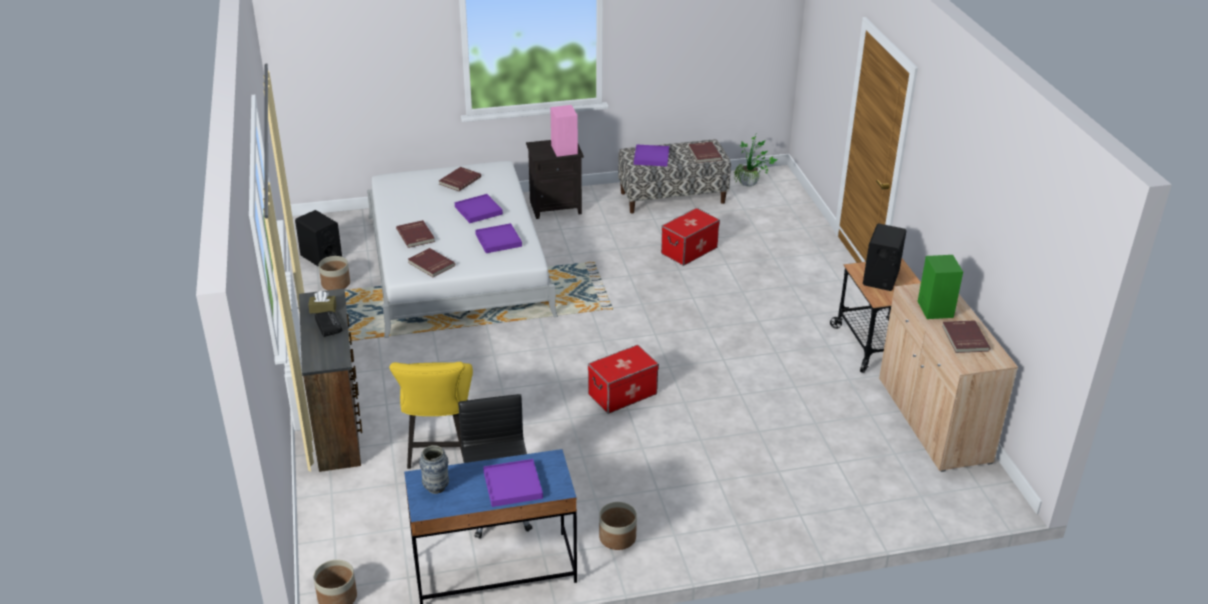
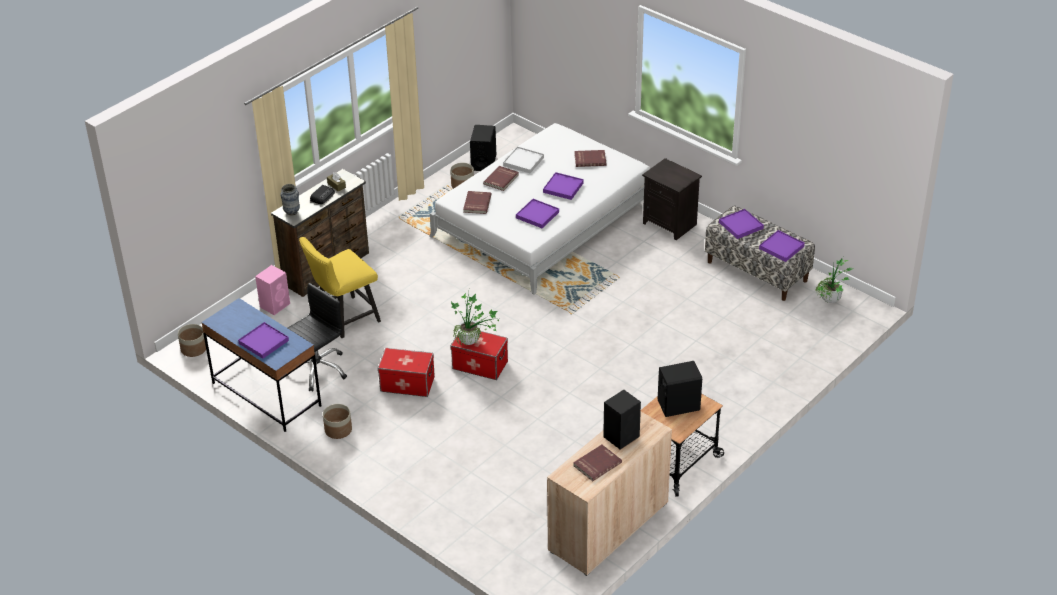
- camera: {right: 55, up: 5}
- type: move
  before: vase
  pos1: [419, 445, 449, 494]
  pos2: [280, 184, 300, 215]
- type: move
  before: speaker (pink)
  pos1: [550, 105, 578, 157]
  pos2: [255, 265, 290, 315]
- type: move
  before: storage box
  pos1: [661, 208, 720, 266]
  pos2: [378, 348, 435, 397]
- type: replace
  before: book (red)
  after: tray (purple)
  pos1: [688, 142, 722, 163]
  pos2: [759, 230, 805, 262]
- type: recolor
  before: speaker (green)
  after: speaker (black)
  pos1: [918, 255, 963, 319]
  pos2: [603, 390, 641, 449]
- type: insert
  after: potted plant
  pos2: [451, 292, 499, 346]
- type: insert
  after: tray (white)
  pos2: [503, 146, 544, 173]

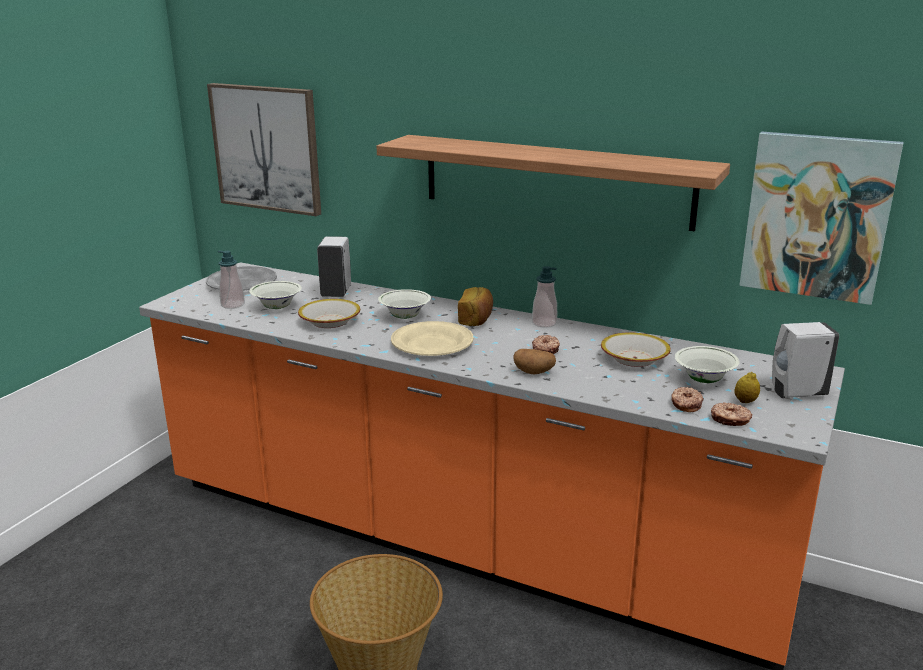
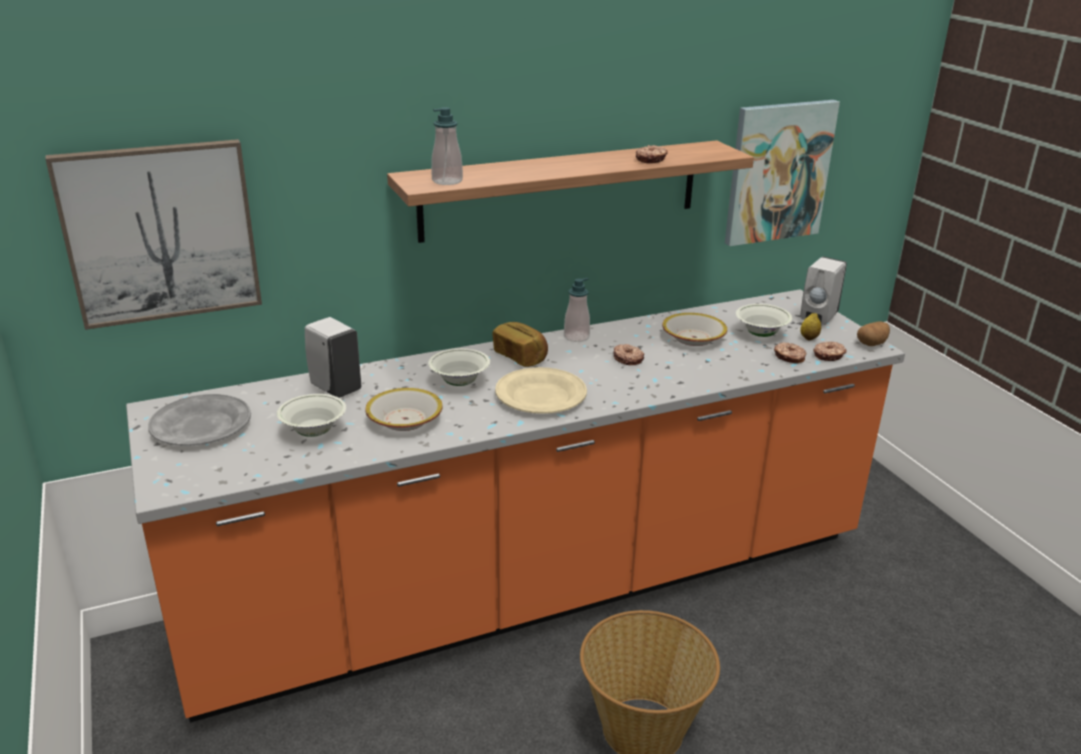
- camera: {right: -50, up: 5}
- type: move
  before: soap dispenser
  pos1: [218, 250, 245, 309]
  pos2: [431, 107, 463, 185]
- type: move
  before: potato
  pos1: [513, 349, 556, 375]
  pos2: [857, 321, 890, 346]
- type: insert
  after: donut
  pos2: [636, 145, 668, 163]

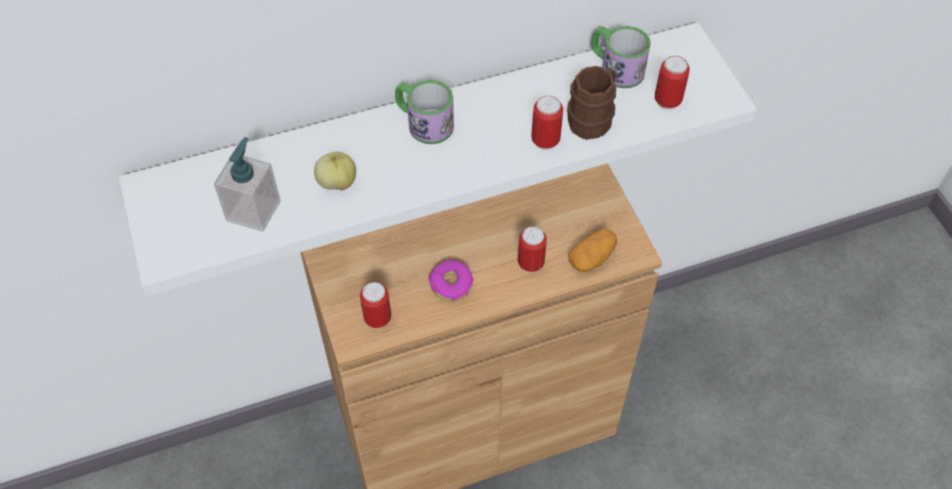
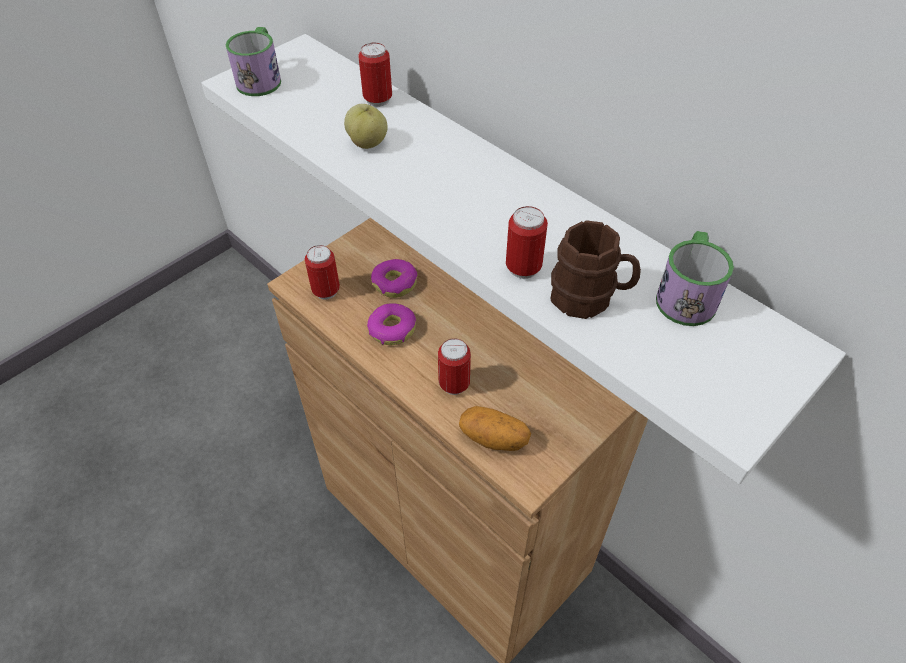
- camera: {right: 65, up: -5}
- type: delete
  before: soap dispenser
  pos1: [214, 137, 281, 232]
- type: move
  before: mug
  pos1: [395, 80, 454, 144]
  pos2: [225, 27, 281, 96]
- type: move
  before: can
  pos1: [655, 56, 690, 110]
  pos2: [358, 43, 392, 107]
- type: insert
  after: donut
  pos2: [371, 259, 417, 298]

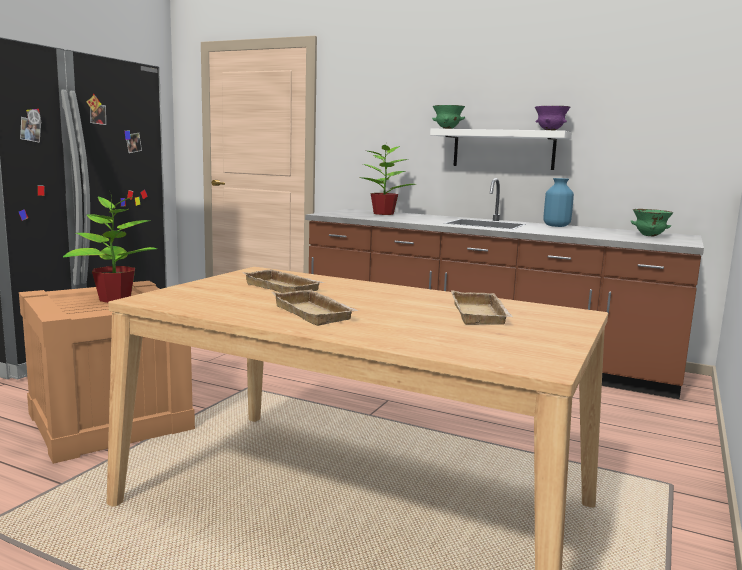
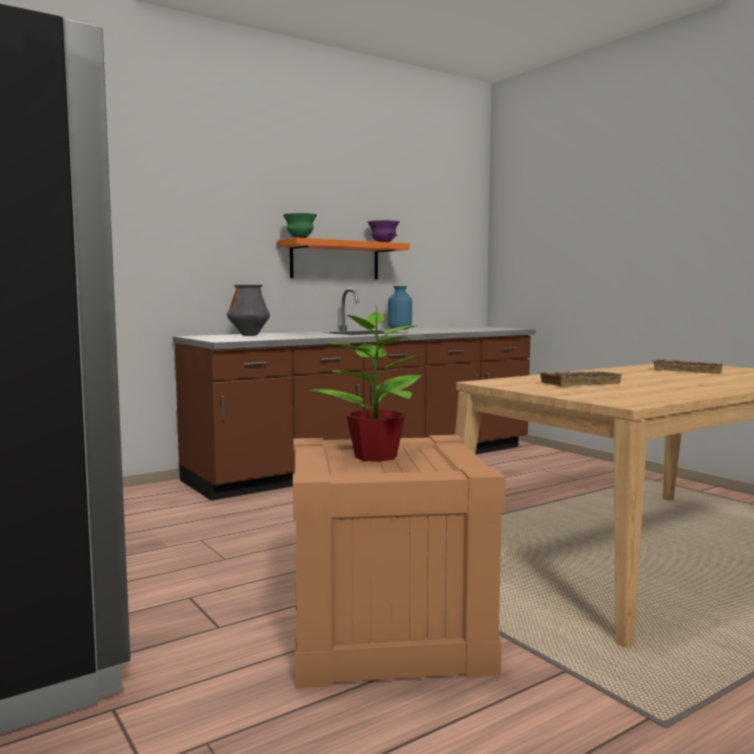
- camera: {right: -60, up: -5}
- type: delete
  before: tray (beige)
  pos1: [271, 290, 359, 326]
- type: replace
  before: potted plant
  after: vase
  pos1: [359, 145, 415, 215]
  pos2: [227, 285, 270, 336]
- type: recolor
  before: shelf (white)
  after: shelf (orange)
  pos1: [430, 129, 572, 170]
  pos2: [277, 238, 410, 280]
- type: delete
  before: bowl (green)
  pos1: [631, 209, 674, 236]

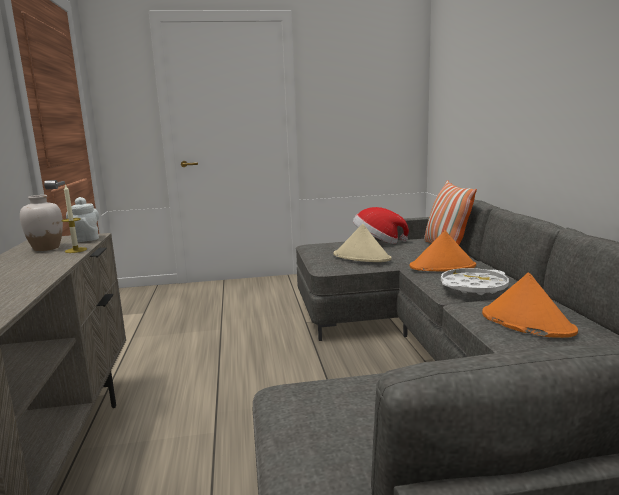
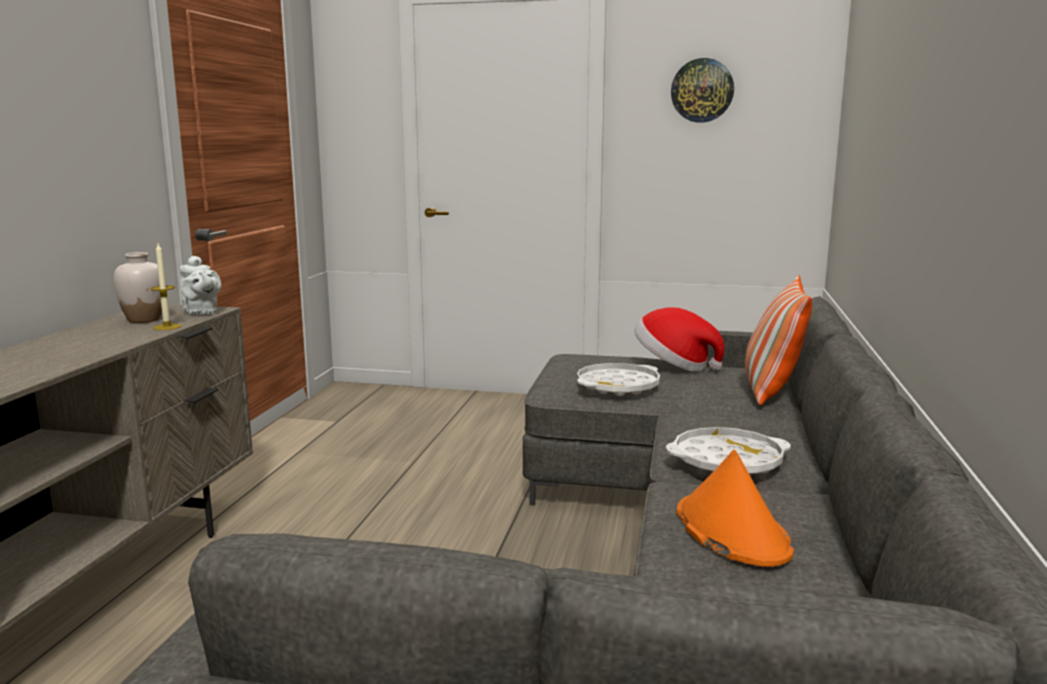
- camera: {right: 20, up: 0}
- type: rotate
  before: teapot (white)
  pos1: [66, 197, 99, 242]
  pos2: [180, 256, 221, 315]
  turn: 150
- type: replace
  before: hat (beige)
  after: tray (white)
  pos1: [333, 224, 391, 262]
  pos2: [577, 363, 660, 396]
- type: delete
  before: hat (orange)
  pos1: [410, 230, 476, 271]
- type: insert
  after: wall clock
  pos2: [671, 58, 734, 123]

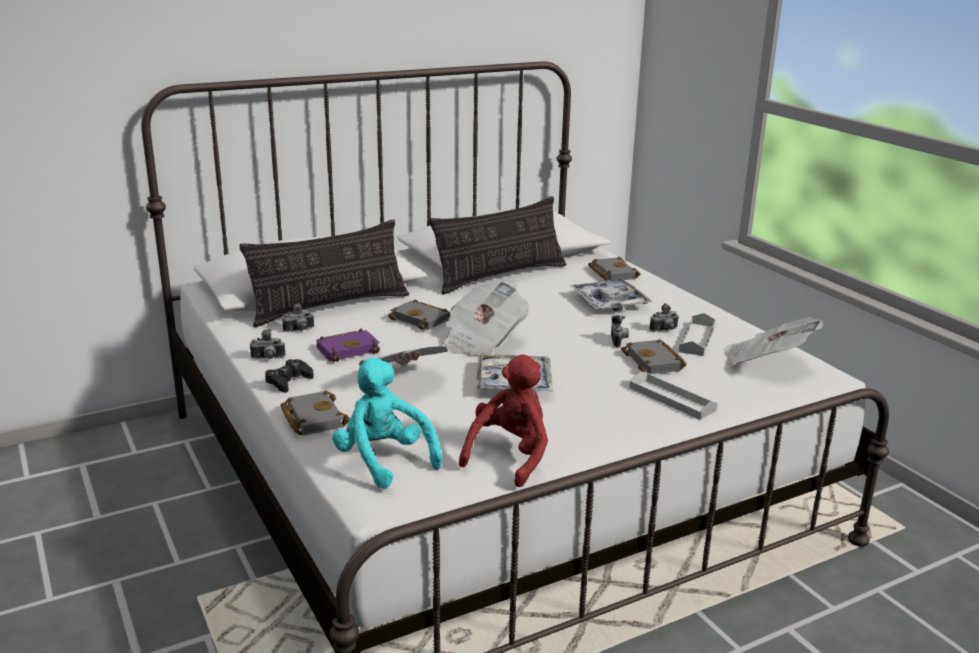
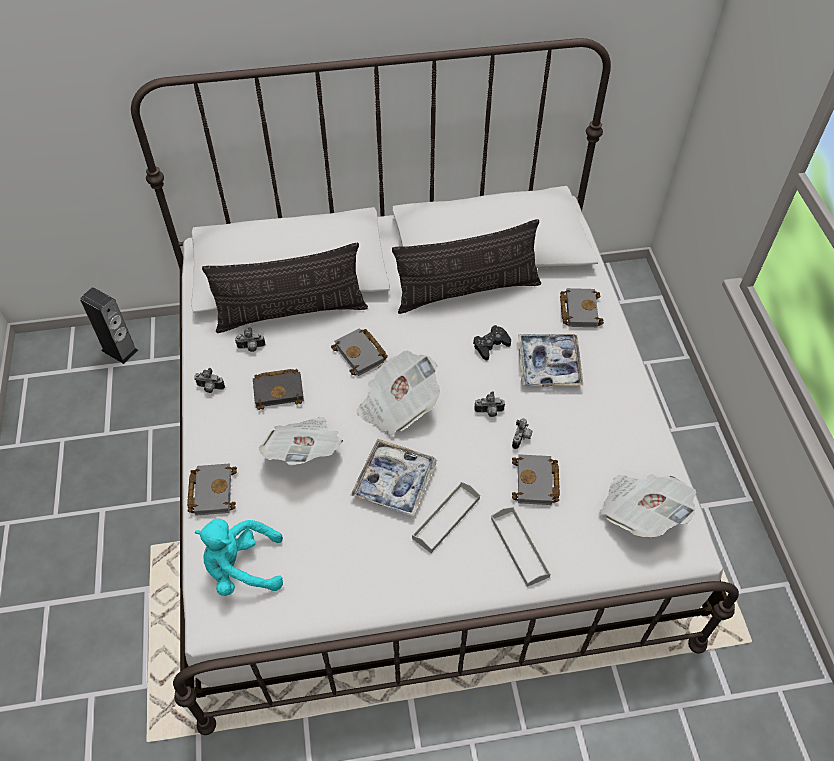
- camera: {right: 20, up: 30}
- type: move
  before: game controller (black)
  pos1: [265, 359, 314, 393]
  pos2: [473, 325, 511, 360]
- type: recolor
  before: book (purple)
  after: book (black)
  pos1: [316, 329, 380, 362]
  pos2: [253, 369, 304, 410]
- type: rotate
  before: plush toy (turquoise)
  pos1: [332, 358, 442, 489]
  pos2: [195, 518, 283, 596]
  turn: -75
- type: delete
  before: plush toy (red)
  pos1: [459, 354, 548, 487]
- type: move
  before: photo camera
  pos1: [649, 303, 679, 332]
  pos2: [474, 391, 505, 417]
- type: move
  before: tray (grey)
  pos1: [679, 313, 715, 356]
  pos2: [412, 482, 480, 553]
- type: insert
  after: speaker
  pos2: [80, 287, 138, 364]

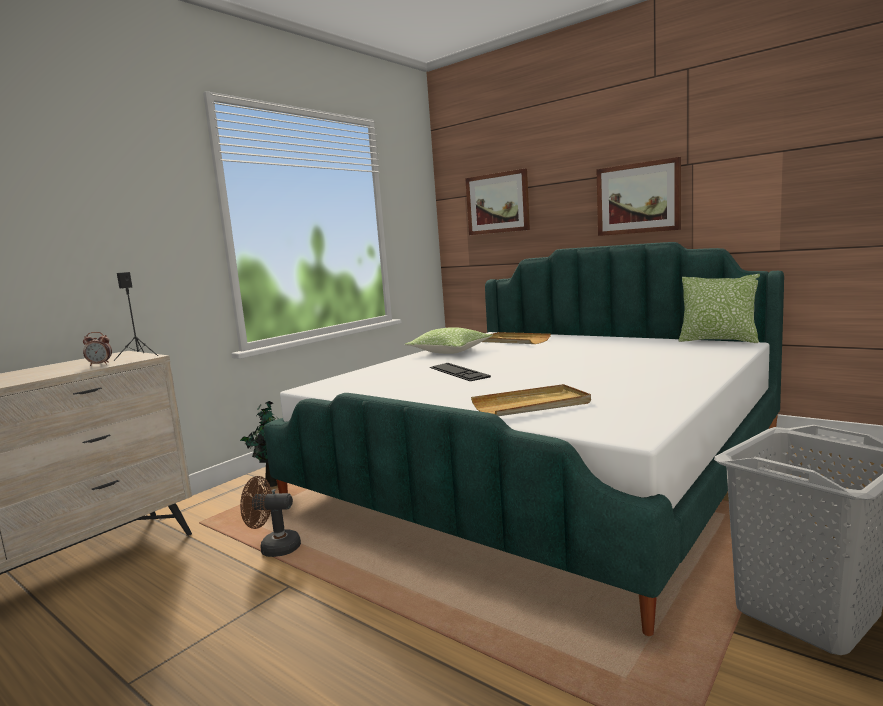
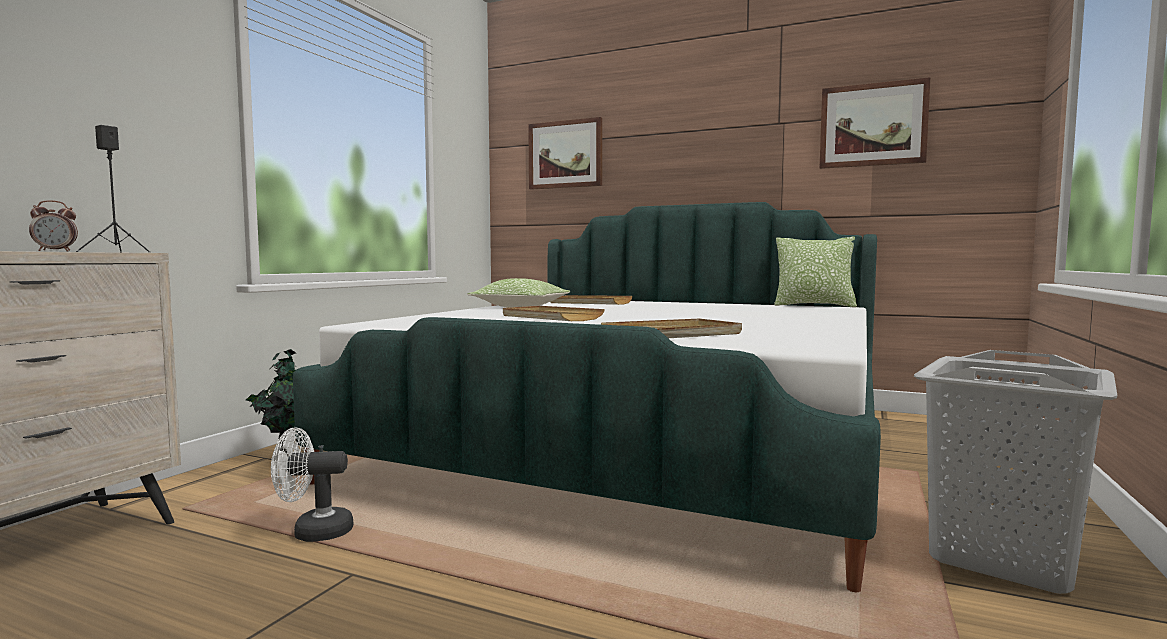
- camera: {right: -15, up: -5}
- type: recolor
  before: fan (brown)
  after: fan (white)
  pos1: [240, 476, 301, 557]
  pos2: [271, 427, 354, 542]
- type: replace
  before: keyboard
  after: tray (beige)
  pos1: [430, 363, 491, 381]
  pos2: [503, 306, 605, 321]
- type: move
  before: picture
  pos1: [596, 157, 681, 236]
  pos2: [820, 77, 931, 169]

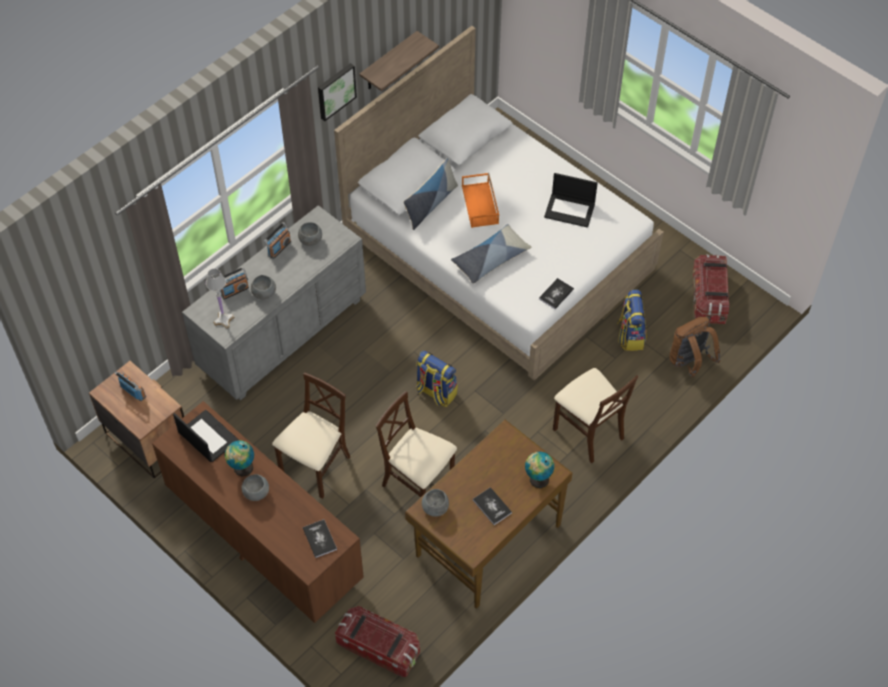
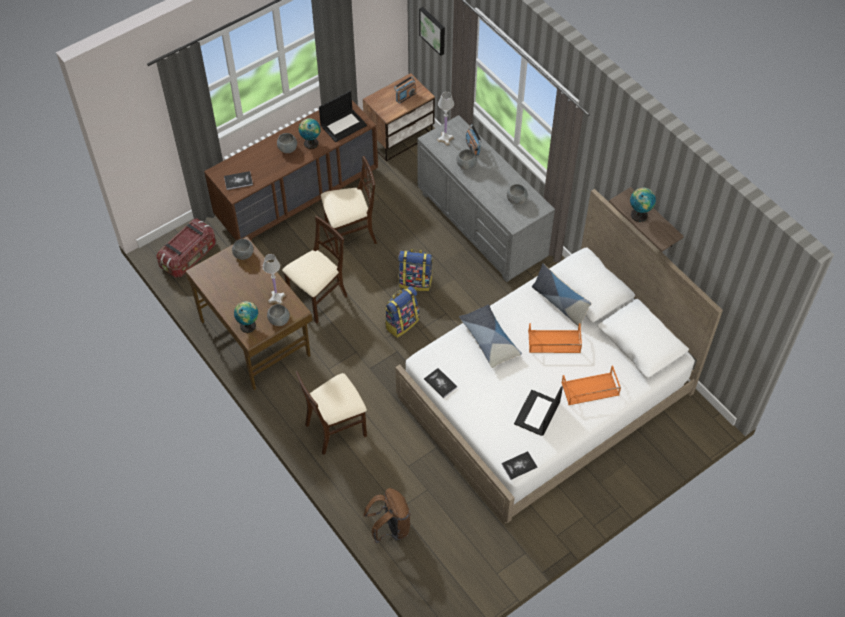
- camera: {right: 100, up: 0}
- type: delete
  before: radio
  pos1: [264, 222, 291, 259]
- type: rotate
  before: chair (beige)
  pos1: [272, 373, 350, 499]
  pos2: [321, 156, 377, 256]
  turn: -60
- type: move
  before: picture
  pos1: [318, 63, 357, 121]
  pos2: [419, 7, 445, 56]
- type: move
  before: book
  pos1: [473, 487, 512, 525]
  pos2: [501, 451, 537, 480]
- type: move
  before: backpack
  pos1: [617, 289, 647, 351]
  pos2: [398, 249, 433, 291]
- type: delete
  before: storage box
  pos1: [693, 254, 729, 324]
- type: insert
  after: table lamp (white)
  pos2: [263, 254, 286, 305]
- type: insert
  after: bowl (grey)
  pos2: [267, 304, 290, 326]
- type: insert
  after: tray (orange)
  pos2: [561, 366, 621, 405]
- type: insert
  after: globe
  pos2: [630, 187, 656, 222]

